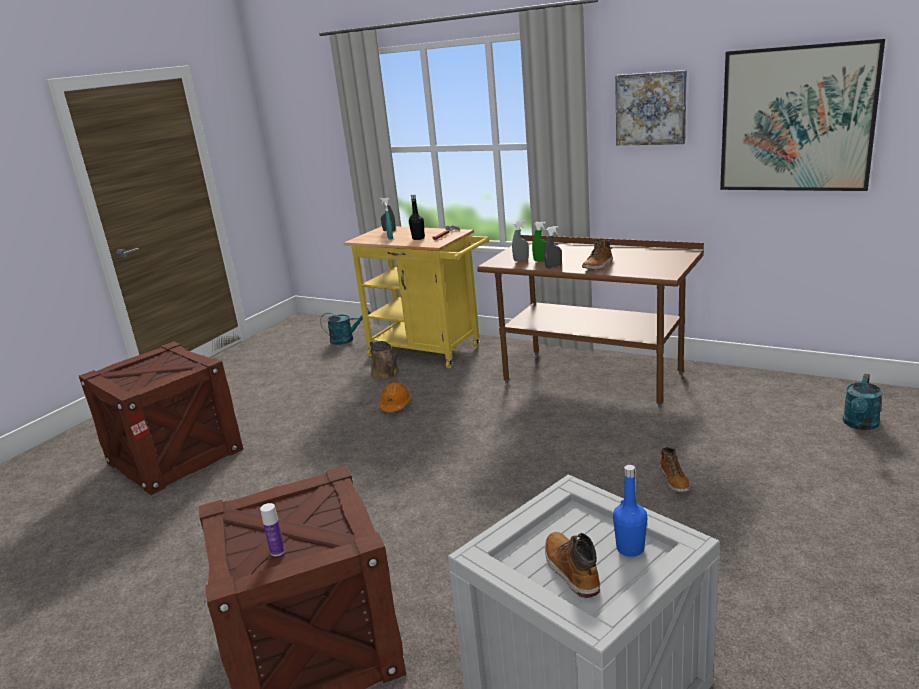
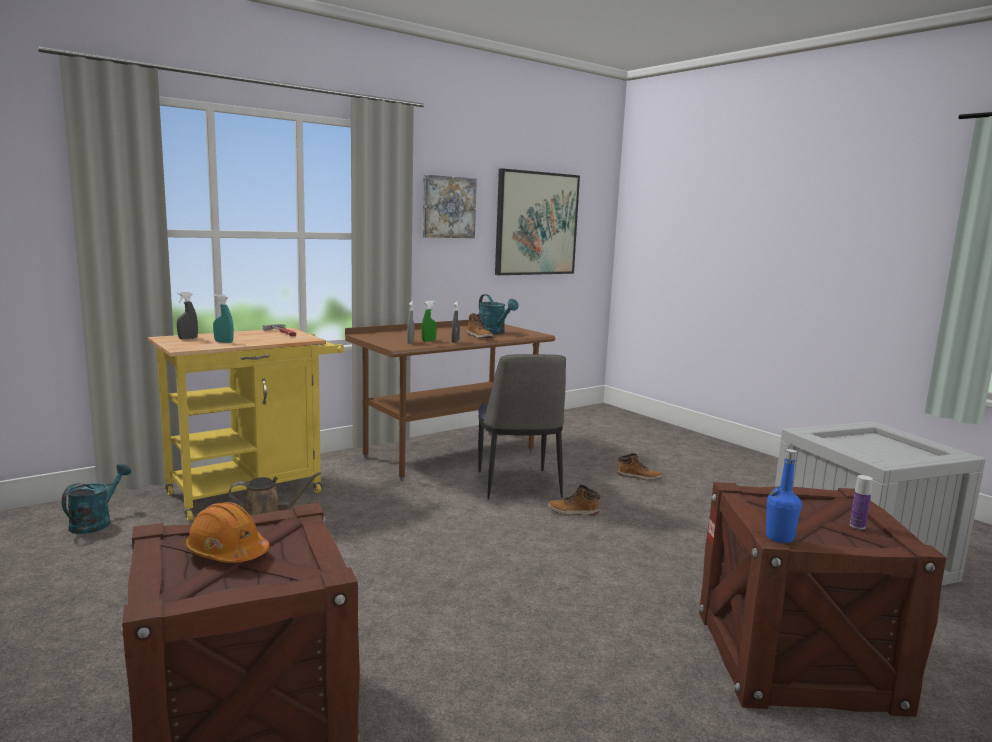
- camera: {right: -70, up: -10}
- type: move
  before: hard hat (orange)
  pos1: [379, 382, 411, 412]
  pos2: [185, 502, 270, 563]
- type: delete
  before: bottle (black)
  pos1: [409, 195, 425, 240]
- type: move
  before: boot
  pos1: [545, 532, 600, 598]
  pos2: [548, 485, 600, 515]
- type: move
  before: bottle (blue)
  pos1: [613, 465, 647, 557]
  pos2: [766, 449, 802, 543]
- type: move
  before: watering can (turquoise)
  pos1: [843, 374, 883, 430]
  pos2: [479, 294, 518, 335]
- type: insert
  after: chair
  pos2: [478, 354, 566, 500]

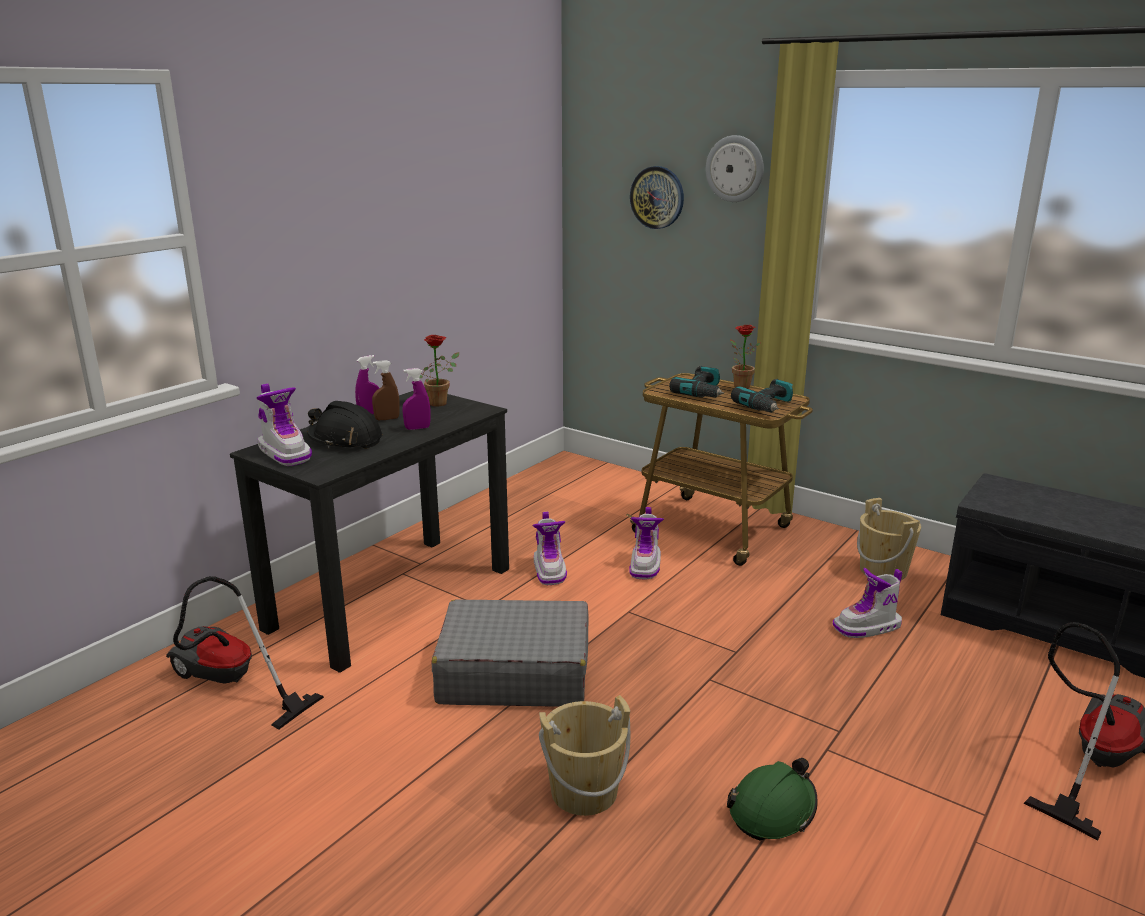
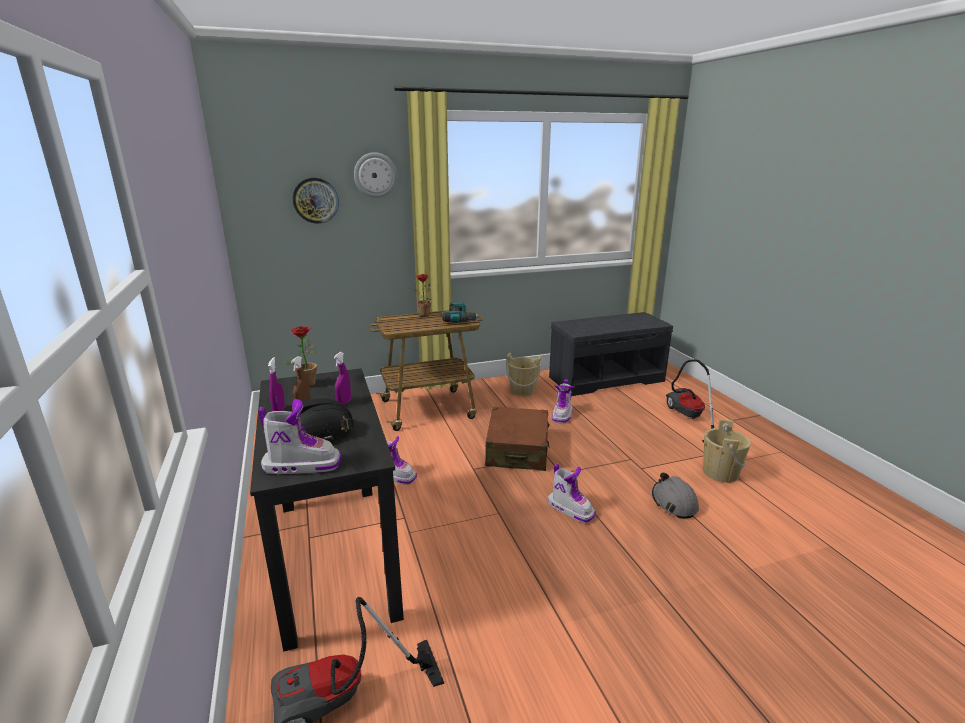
- camera: {right: -55, up: 0}
- type: delete
  before: suitcase (grey)
  pos1: [432, 599, 588, 707]
- type: move
  before: bucket (beige)
  pos1: [539, 695, 630, 816]
  pos2: [703, 419, 751, 482]
- type: move
  before: boot
  pos1: [629, 507, 664, 580]
  pos2: [548, 464, 596, 523]
- type: delete
  before: power drill
  pos1: [669, 366, 724, 398]
- type: recolor
  before: hard hat (green)
  after: hard hat (grey)
  pos1: [727, 758, 818, 840]
  pos2: [652, 472, 699, 519]
- type: insert
  after: suitcase (brown)
  pos2: [485, 407, 550, 471]

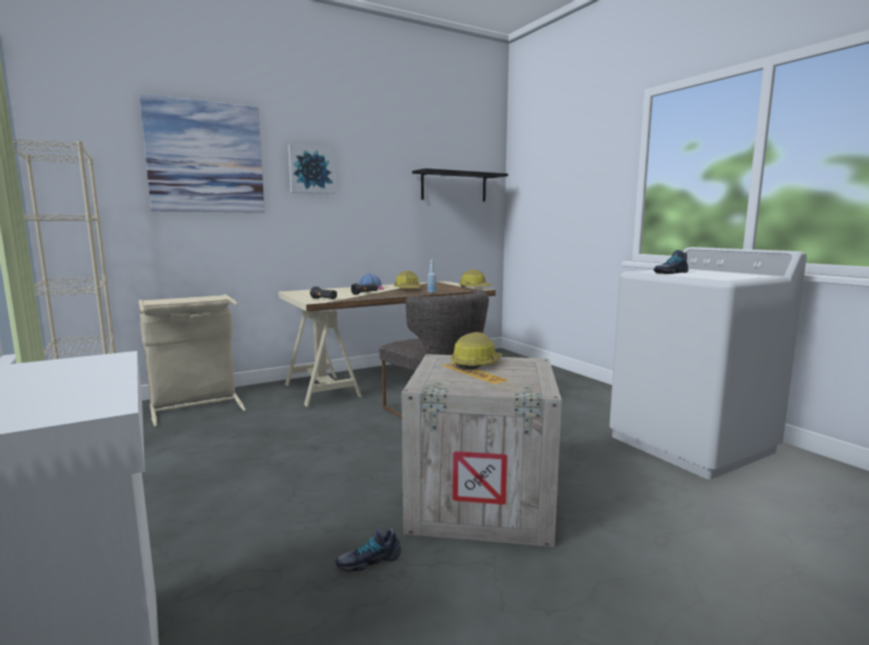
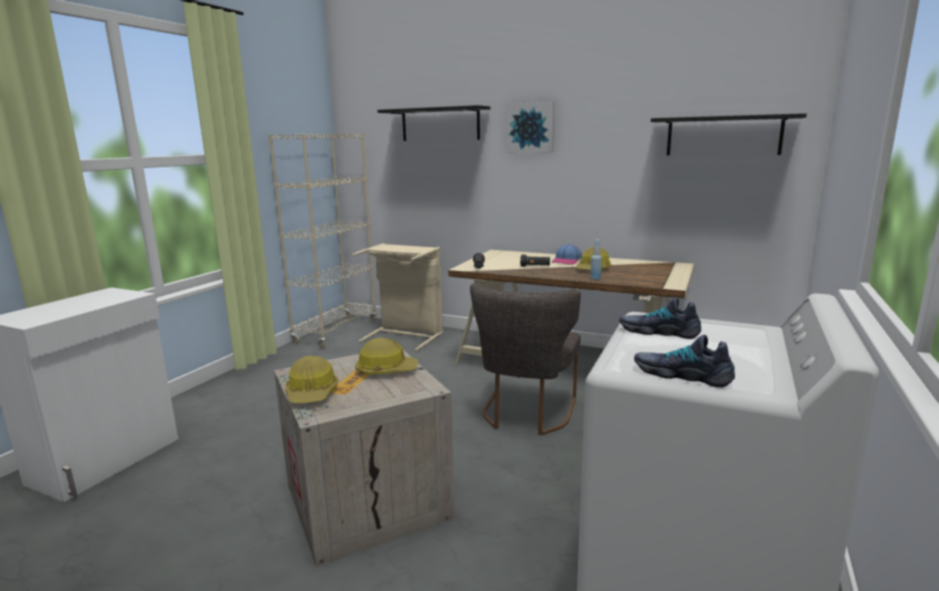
- camera: {right: 55, up: 5}
- type: replace
  before: picture
  after: shelf (black)
  pos1: [139, 94, 265, 213]
  pos2: [377, 105, 490, 141]
- type: move
  before: shoe
  pos1: [335, 528, 401, 572]
  pos2: [634, 335, 735, 387]
- type: move
  before: hard hat
  pos1: [459, 269, 493, 287]
  pos2: [285, 355, 338, 403]

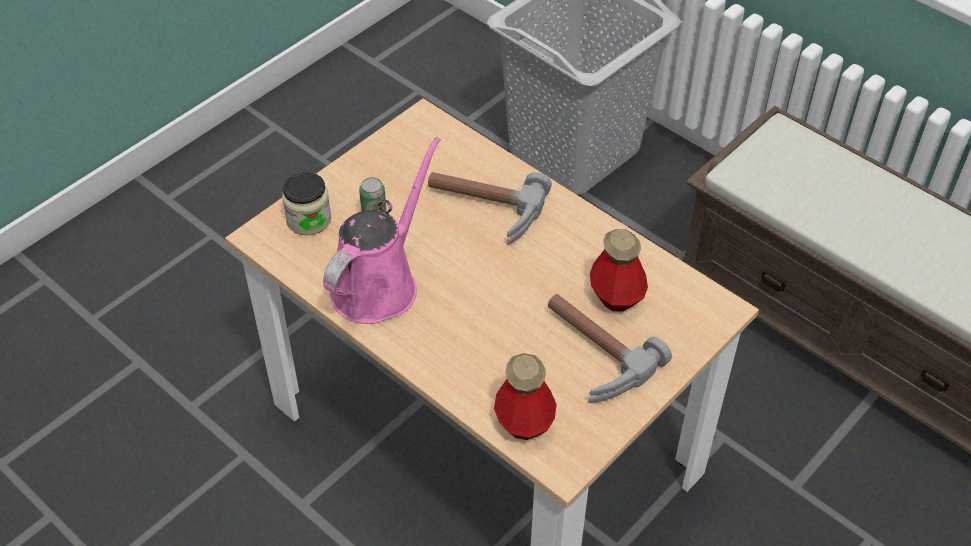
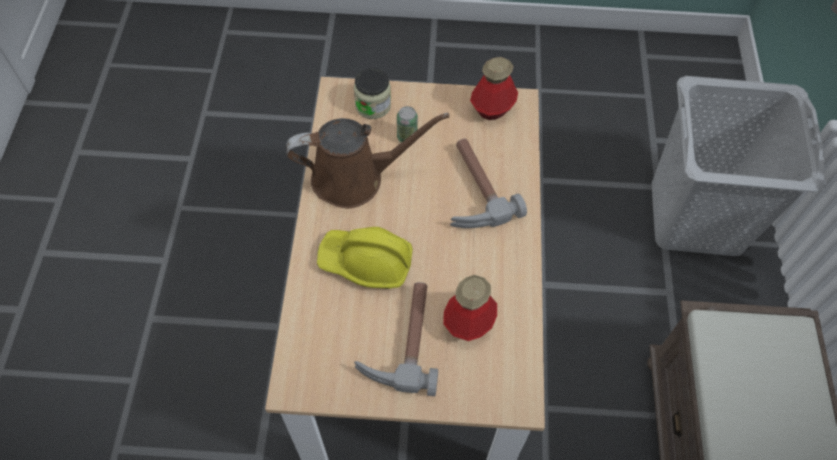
- camera: {right: 50, up: 10}
- type: recolor
  before: watering can (pink)
  after: watering can (brown)
  pos1: [323, 137, 441, 324]
  pos2: [286, 113, 449, 208]
- type: move
  before: bottle
  pos1: [494, 353, 557, 440]
  pos2: [470, 57, 518, 120]
- type: insert
  after: hard hat (yellow)
  pos2: [317, 227, 413, 289]

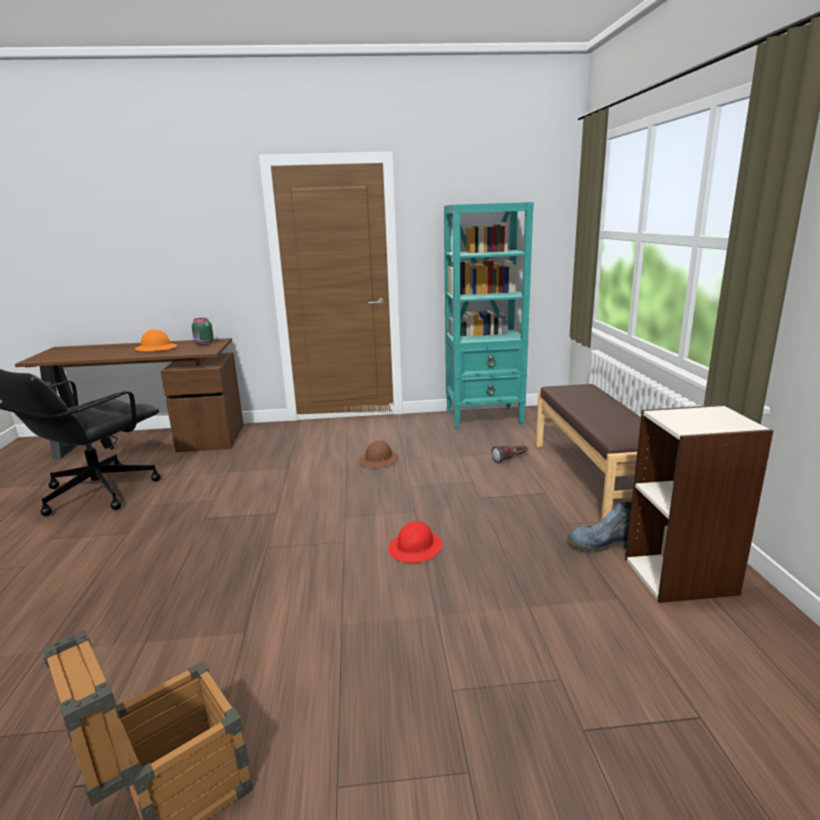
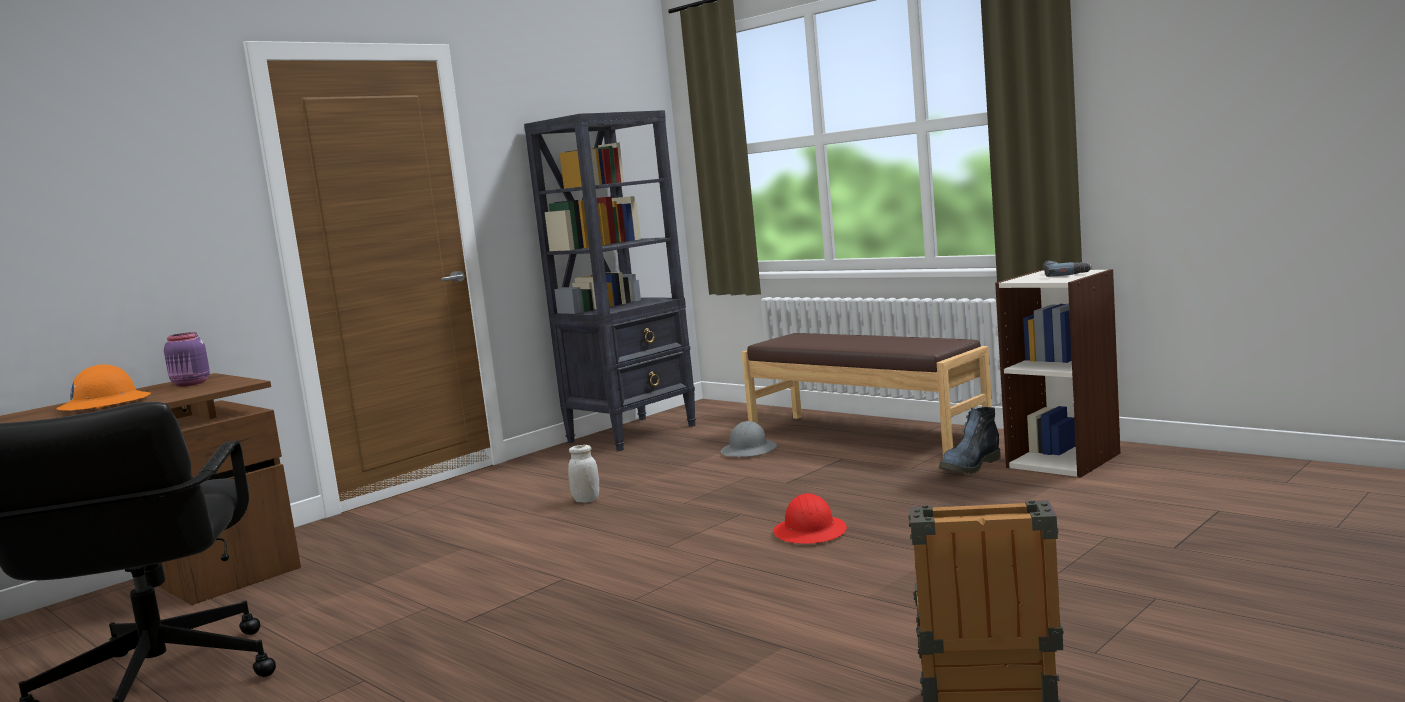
- camera: {right: -40, up: -10}
- type: recolor
  before: jar (green)
  after: jar (purple)
  pos1: [192, 318, 214, 346]
  pos2: [164, 332, 210, 387]
- type: replace
  before: hard hat (brown)
  after: jar (white)
  pos1: [359, 441, 399, 468]
  pos2: [568, 445, 599, 503]
- type: recolor
  before: bookcase (turquoise)
  after: bookcase (black)
  pos1: [444, 202, 534, 430]
  pos2: [524, 110, 696, 451]
- type: replace
  before: flashlight
  after: hard hat (grey)
  pos1: [492, 445, 529, 464]
  pos2: [721, 421, 777, 457]
- type: insert
  after: power drill
  pos2: [1043, 260, 1092, 277]

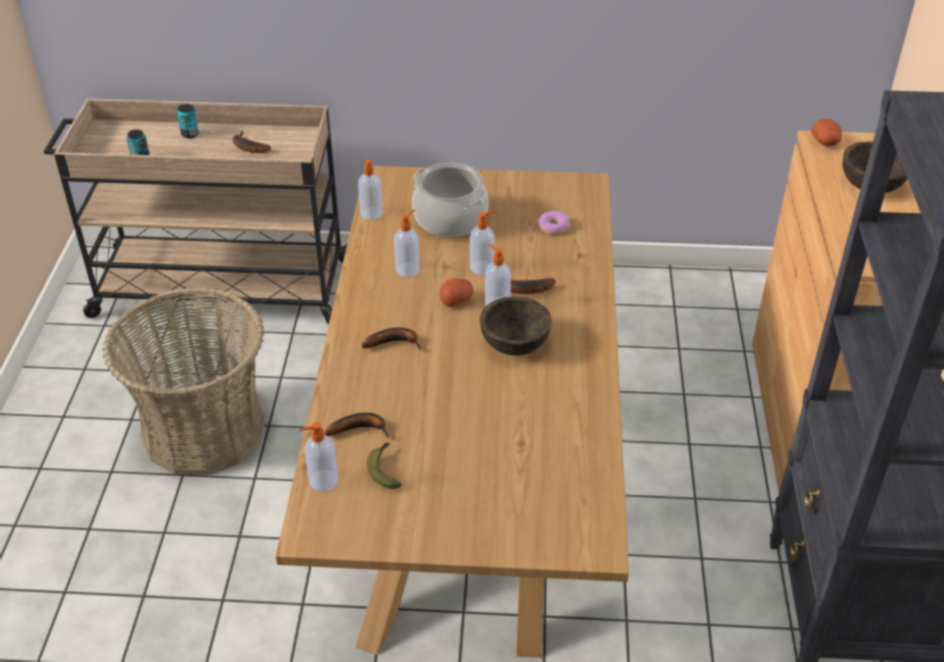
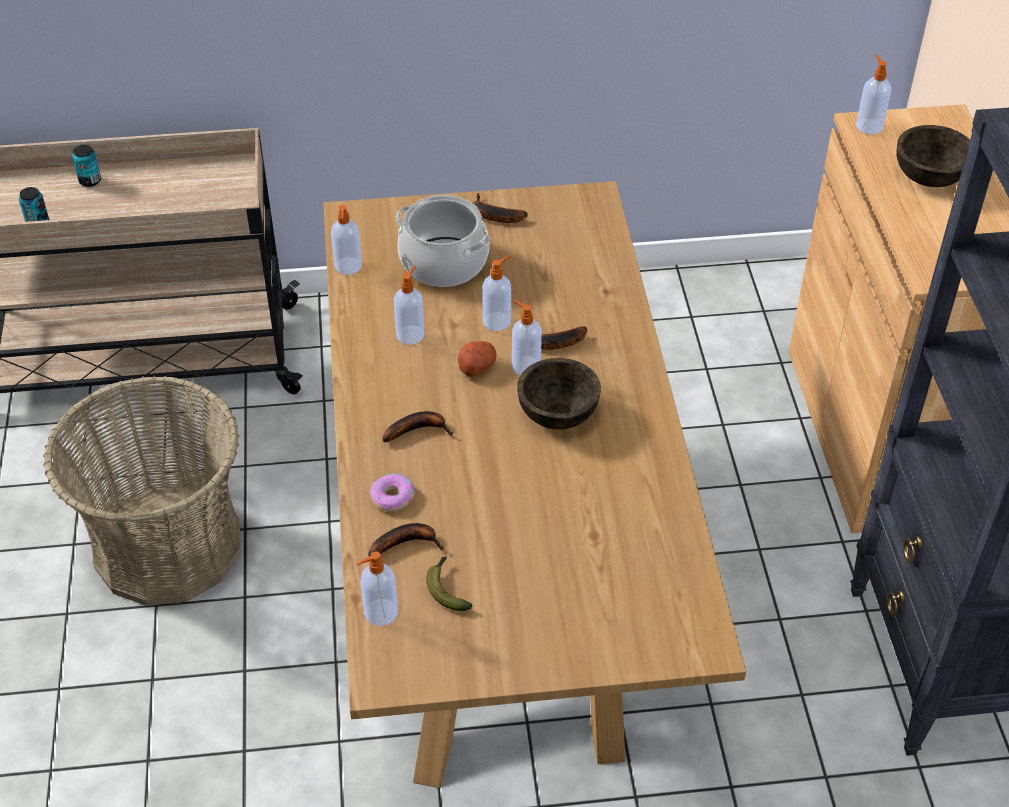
- camera: {right: -10, up: 5}
- type: move
  before: banana
  pos1: [233, 131, 271, 153]
  pos2: [473, 193, 528, 223]
- type: move
  before: donut
  pos1: [538, 210, 570, 234]
  pos2: [370, 473, 414, 511]
- type: replace
  before: potato
  after: soap dispenser
  pos1: [811, 119, 842, 146]
  pos2: [856, 54, 891, 134]

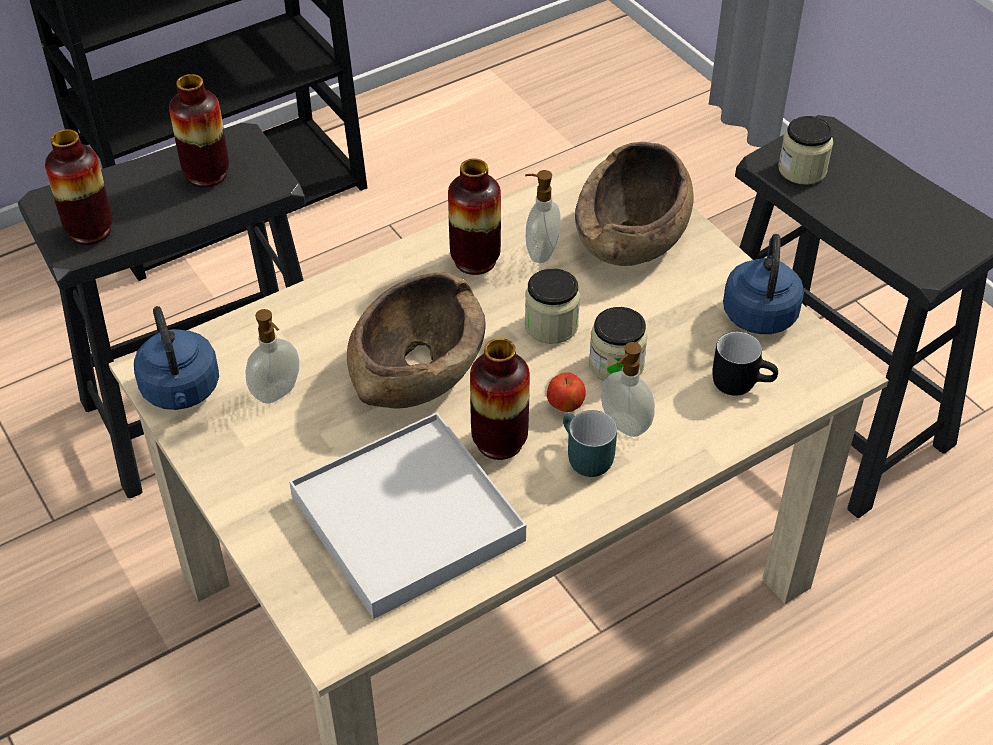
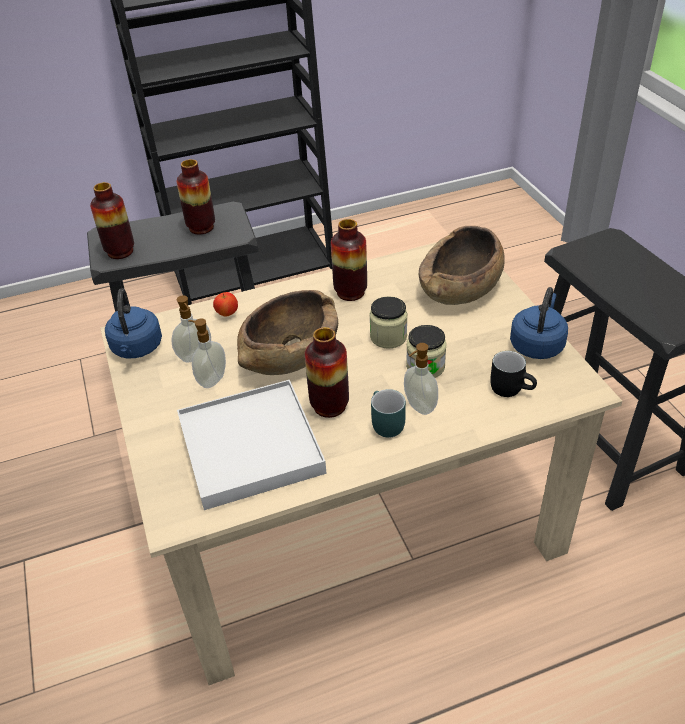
- camera: {right: 15, up: -5}
- type: move
  before: soap dispenser
  pos1: [525, 170, 561, 263]
  pos2: [188, 318, 226, 388]
- type: move
  before: apple
  pos1: [547, 372, 586, 412]
  pos2: [213, 292, 238, 317]
- type: delete
  before: jar
  pos1: [778, 116, 833, 185]

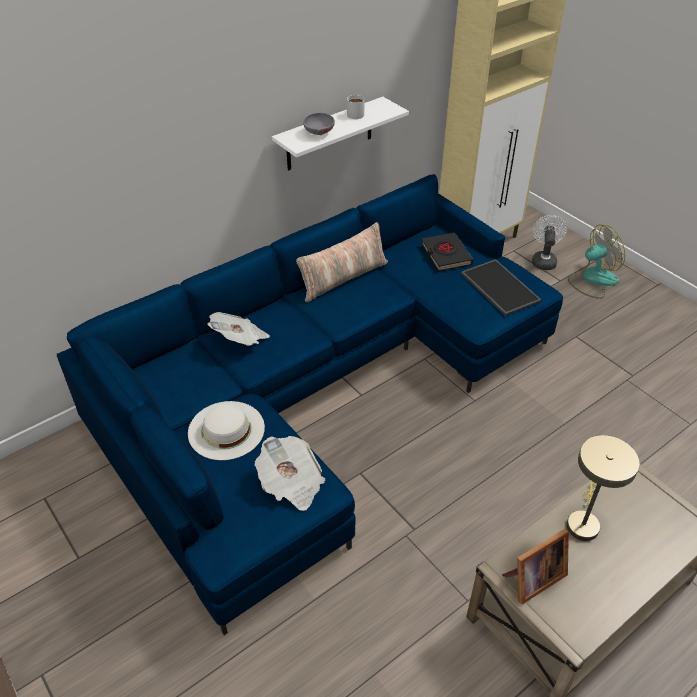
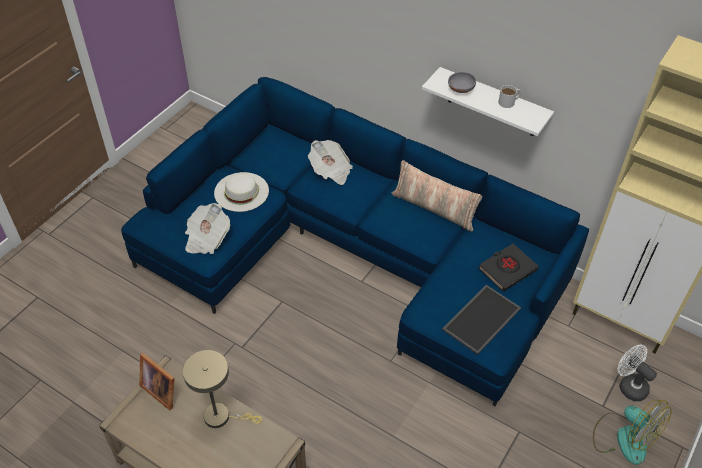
- camera: {right: 70, up: 5}
- type: rotate
  before: fan (white)
  pos1: [532, 215, 567, 270]
  pos2: [618, 344, 657, 401]
  turn: -120

